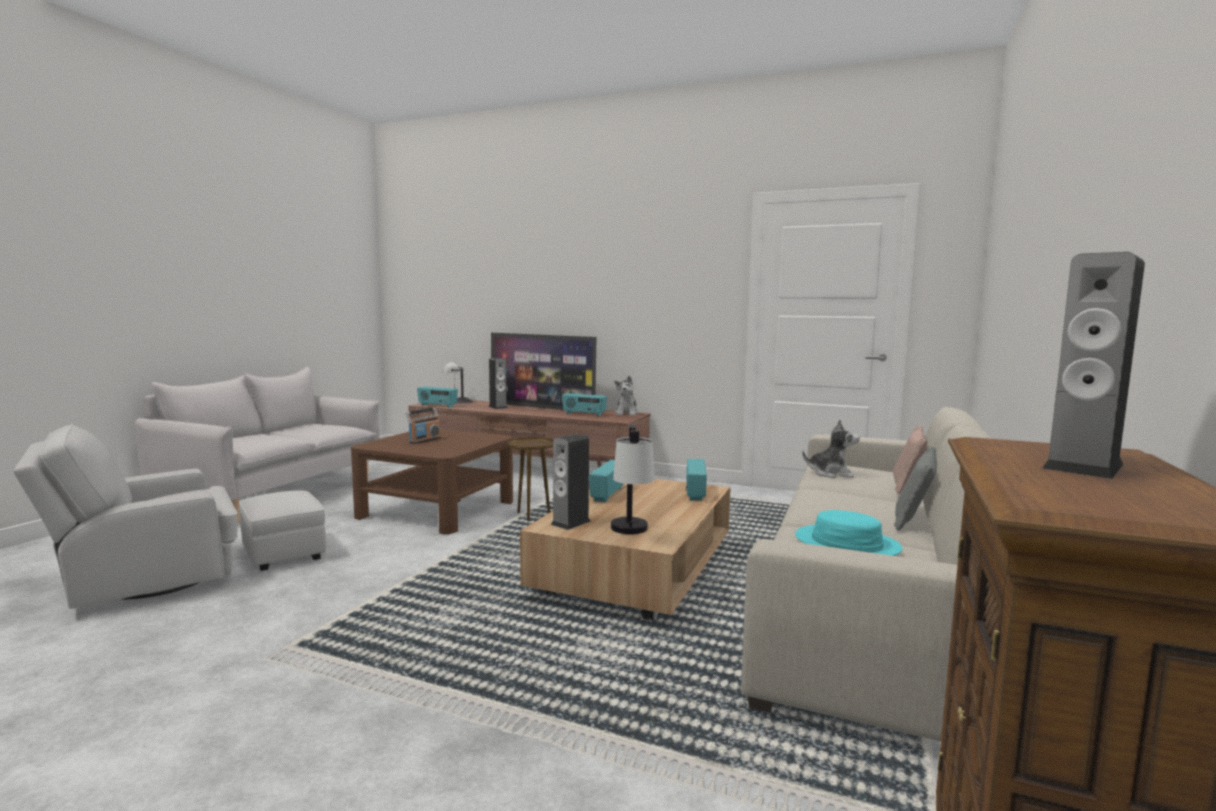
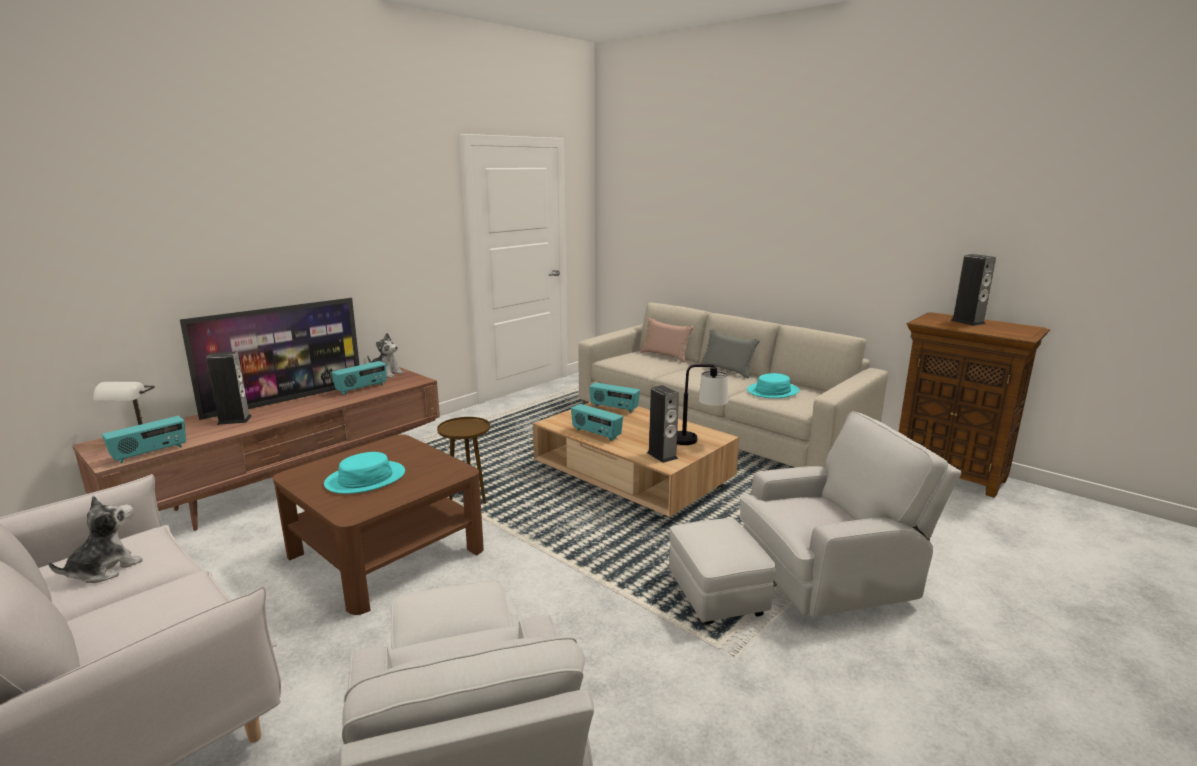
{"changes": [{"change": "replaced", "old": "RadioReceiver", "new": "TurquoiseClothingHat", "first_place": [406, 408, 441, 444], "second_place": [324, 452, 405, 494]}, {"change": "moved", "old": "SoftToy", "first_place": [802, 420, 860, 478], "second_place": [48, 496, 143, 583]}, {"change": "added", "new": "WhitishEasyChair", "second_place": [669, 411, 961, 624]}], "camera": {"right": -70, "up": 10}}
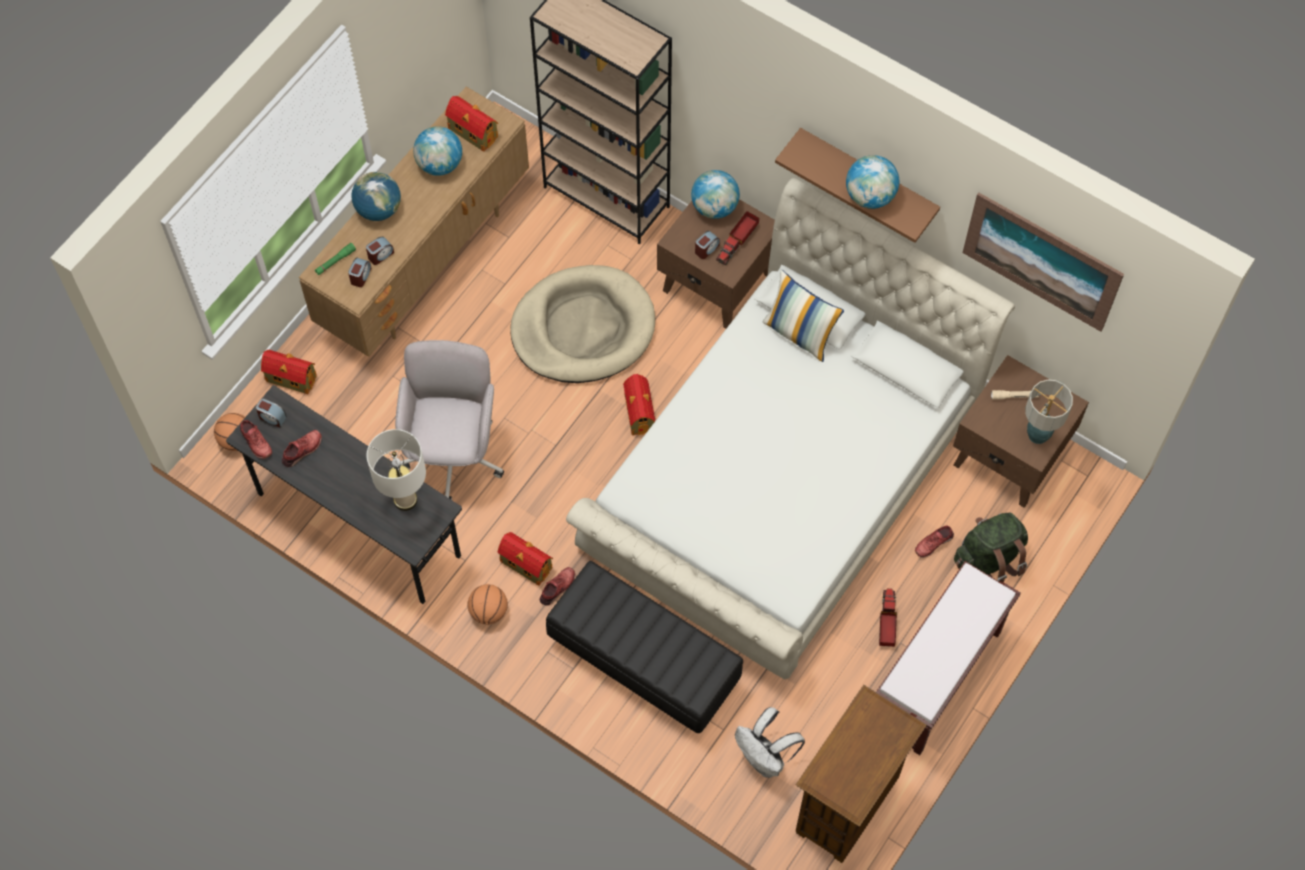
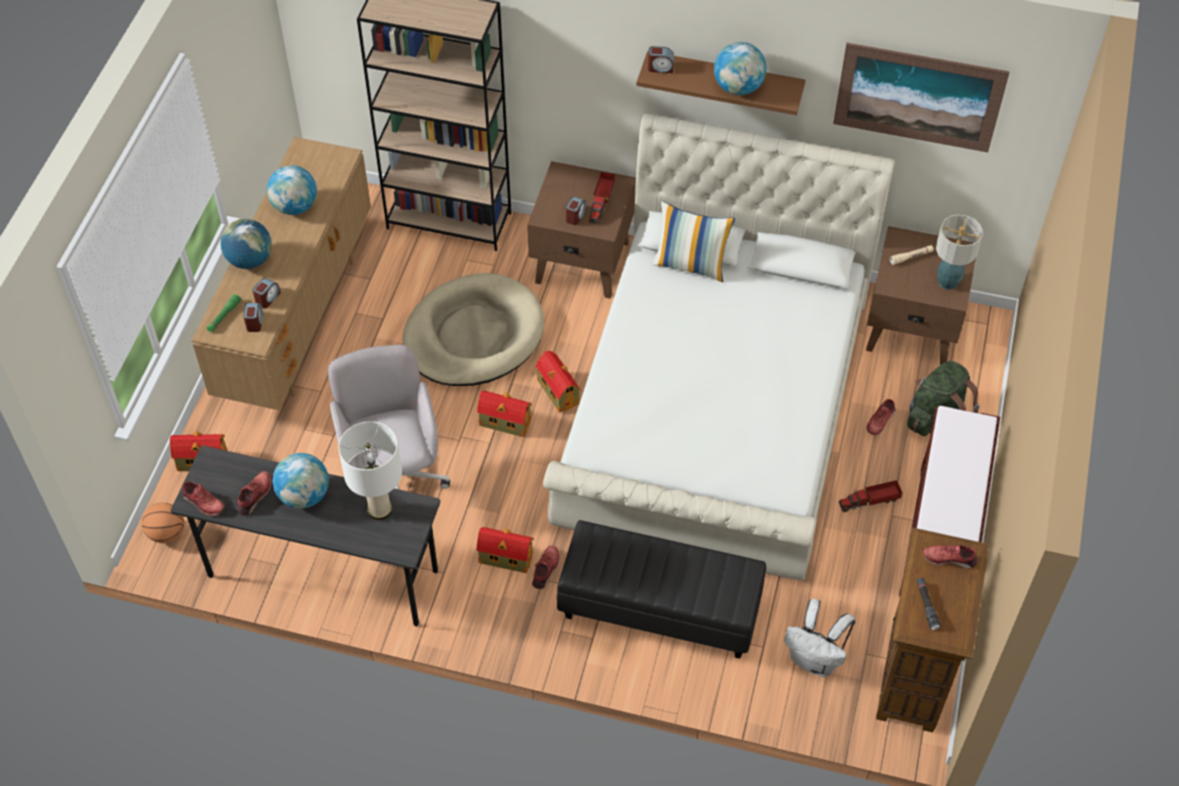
{"changes": [{"change": "moved", "old": "ToyHouse", "first_place": [445, 96, 498, 152], "second_place": [477, 390, 532, 437]}, {"change": "moved", "old": "WorldGlobe", "first_place": [691, 170, 740, 219], "second_place": [273, 453, 329, 509]}, {"change": "moved", "old": "TableClock", "first_place": [256, 398, 287, 427], "second_place": [648, 46, 674, 73]}, {"change": "removed", "old": "BallForBasketball", "first_place": [467, 584, 508, 625]}, {"change": "turned", "old": "ToyLorry", "first_place": [879, 588, 897, 647], "second_place": [839, 480, 902, 512], "degrees": -90}, {"change": "added", "new": "RedLowShoe", "second_place": [923, 545, 977, 568]}, {"change": "added", "new": "BlackishTorch", "second_place": [916, 578, 941, 630]}], "camera": {"right": -20, "up": -10}}
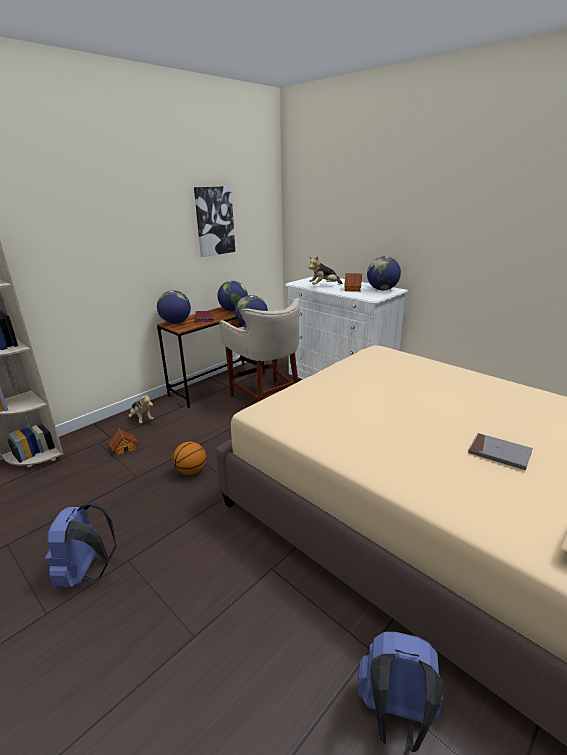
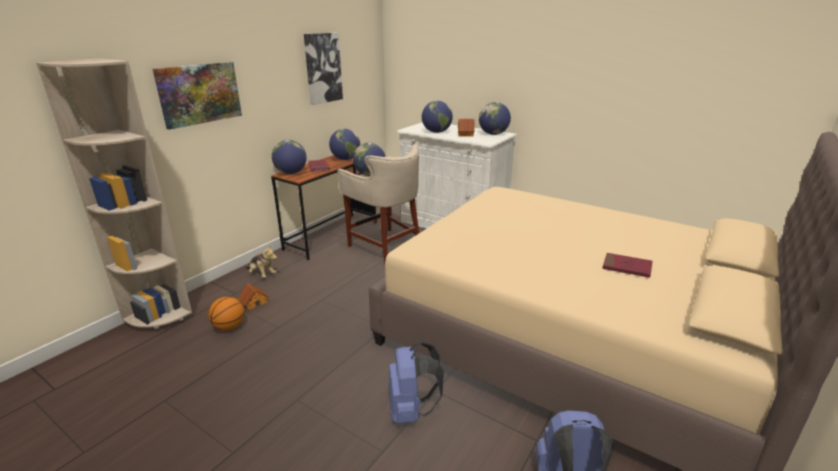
{"changes": [{"change": "replaced", "old": "SoftToy", "new": "WorldGlobe", "first_place": [309, 256, 343, 285], "second_place": [422, 101, 453, 133]}, {"change": "recoloured", "old": "GreyBook", "new": "RedBook", "first_place": [468, 433, 533, 470], "second_place": [603, 253, 653, 278]}, {"change": "moved", "old": "BallForBasketball", "first_place": [172, 442, 206, 475], "second_place": [208, 297, 245, 331]}, {"change": "moved", "old": "BlueKnapsack", "first_place": [45, 502, 116, 587], "second_place": [388, 341, 444, 423]}, {"change": "added", "new": "Picture", "second_place": [153, 62, 242, 130]}], "camera": {"right": -10, "up": 0}}
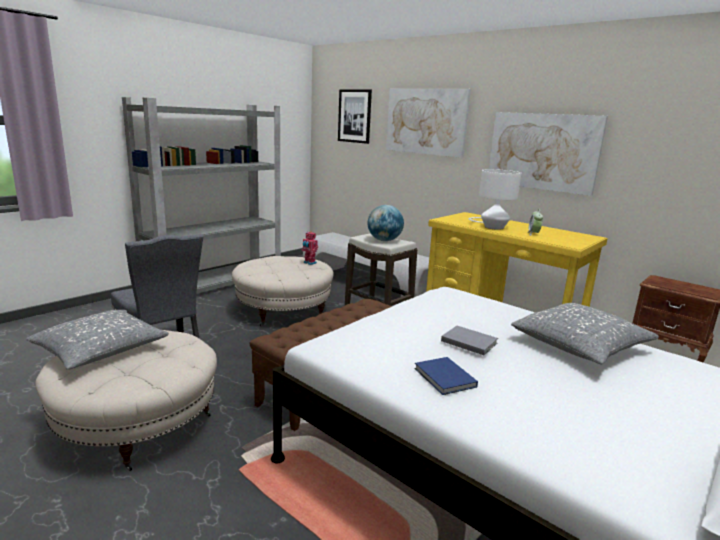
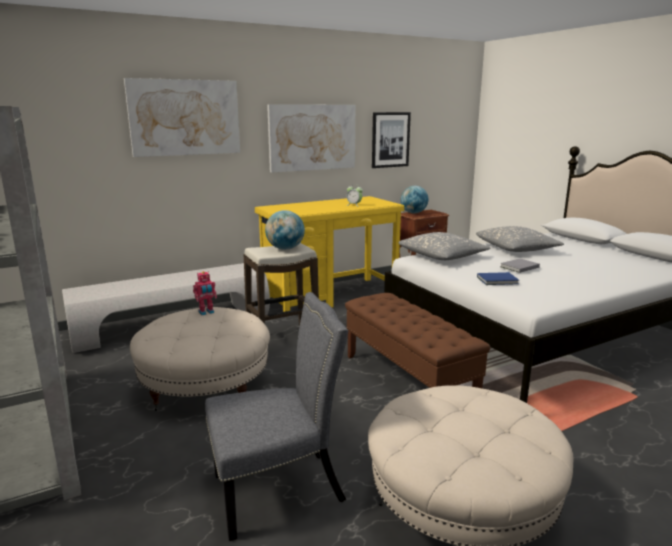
{"changes": [{"change": "moved", "old": "Picture", "first_place": [338, 89, 372, 144], "second_place": [372, 112, 411, 168]}, {"change": "removed", "old": "WhitishTabletopLamp", "first_place": [469, 169, 521, 230]}, {"change": "moved", "old": "GreyCushion", "first_place": [26, 310, 169, 370], "second_place": [399, 232, 491, 260]}, {"change": "moved", "old": "BlueBook", "first_place": [414, 357, 478, 395], "second_place": [477, 272, 519, 285]}, {"change": "added", "new": "WorldGlobe", "second_place": [401, 186, 428, 213]}], "camera": {"right": -70, "up": 0}}
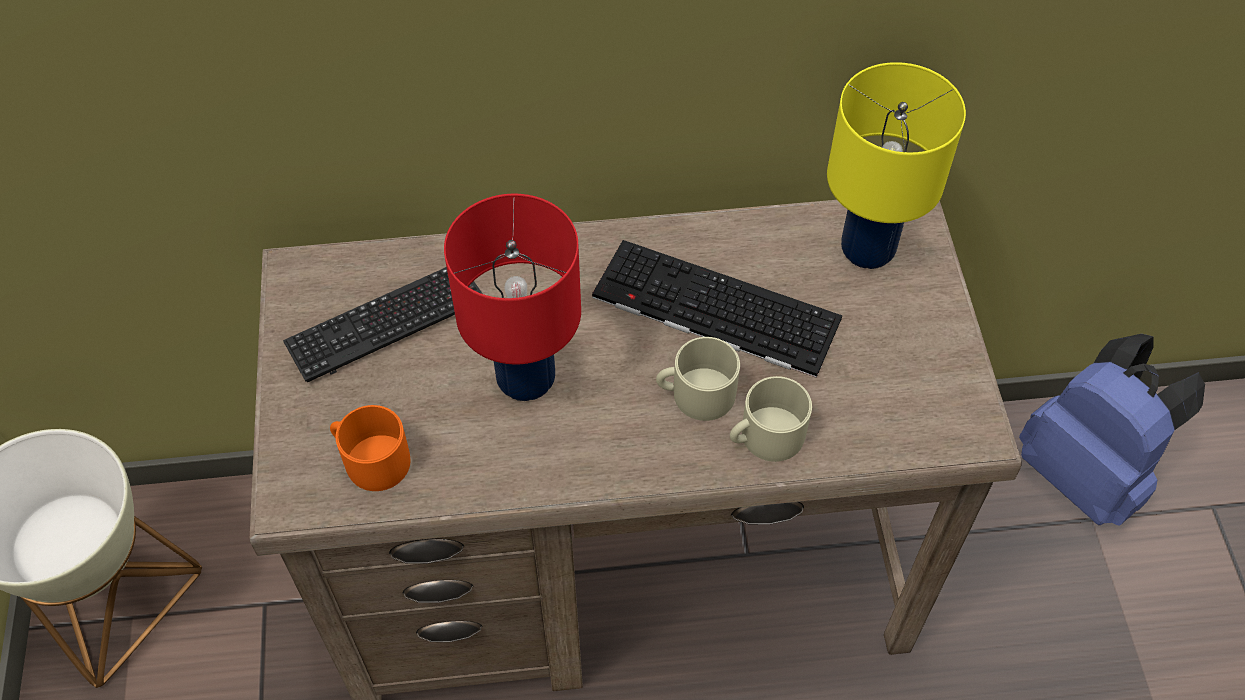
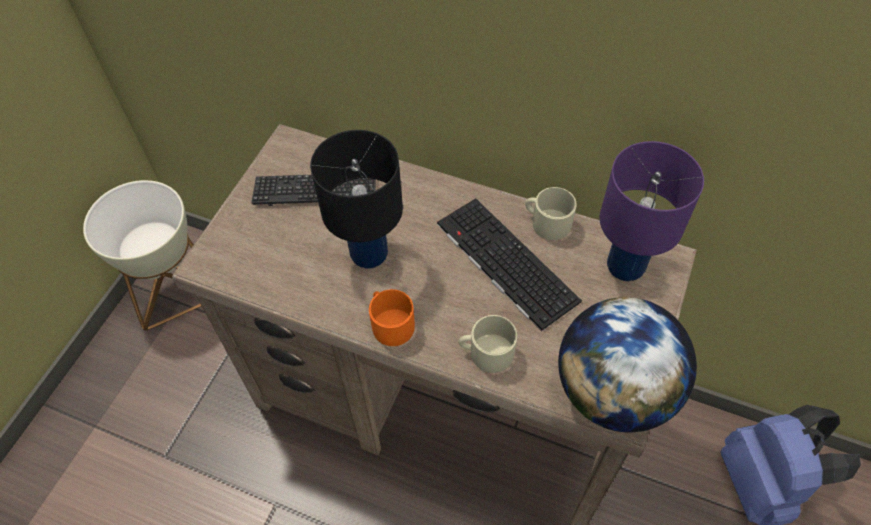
{"changes": [{"change": "recoloured", "old": "YellowTabletopLamp", "new": "PurpleTabletopLamp", "first_place": [827, 62, 966, 269], "second_place": [600, 141, 704, 281]}, {"change": "recoloured", "old": "RedTabletopLamp", "new": "BlackishTabletopLamp", "first_place": [444, 194, 581, 401], "second_place": [310, 130, 403, 269]}, {"change": "moved", "old": "BeigeColouredCoffeeMug", "first_place": [656, 337, 740, 421], "second_place": [525, 187, 577, 240]}, {"change": "moved", "old": "OrangeColouredCoffeeMug", "first_place": [330, 405, 410, 491], "second_place": [369, 289, 415, 346]}, {"change": "added", "new": "WorldGlobe", "second_place": [558, 297, 697, 432]}], "camera": {"right": 30, "up": 0}}
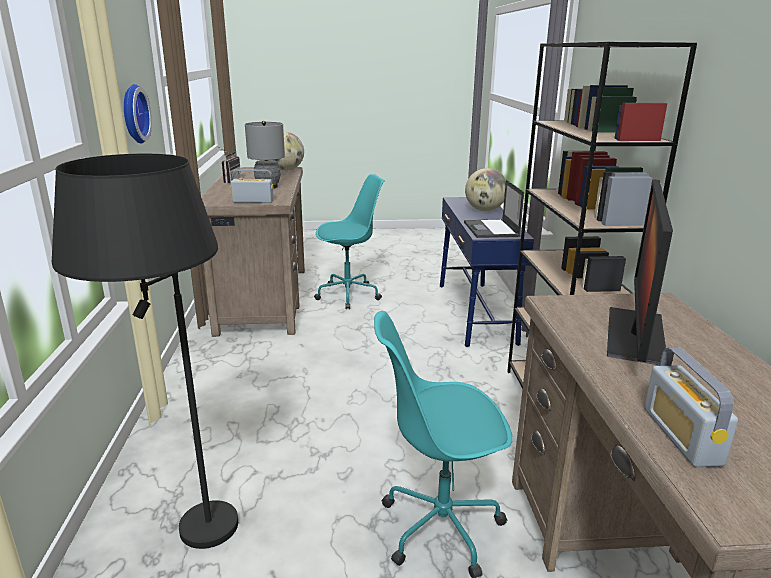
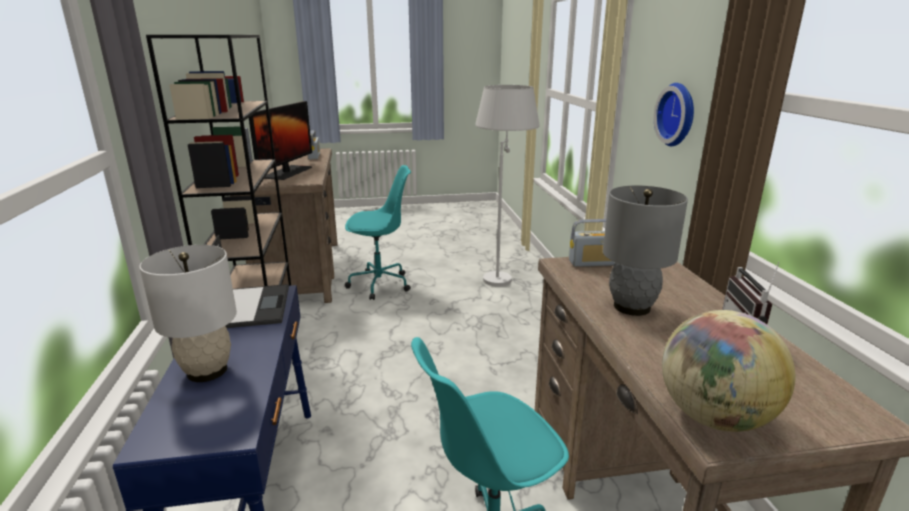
{"changes": [{"change": "recoloured", "old": "BlackishFloorLamp", "new": "WhitishFloorLamp", "first_place": [52, 154, 238, 549], "second_place": [475, 85, 539, 286]}, {"change": "replaced", "old": "WorldGlobe", "new": "WhitishTabletopLamp", "first_place": [465, 168, 506, 211], "second_place": [139, 245, 237, 382]}], "camera": {"right": 175, "up": 0}}
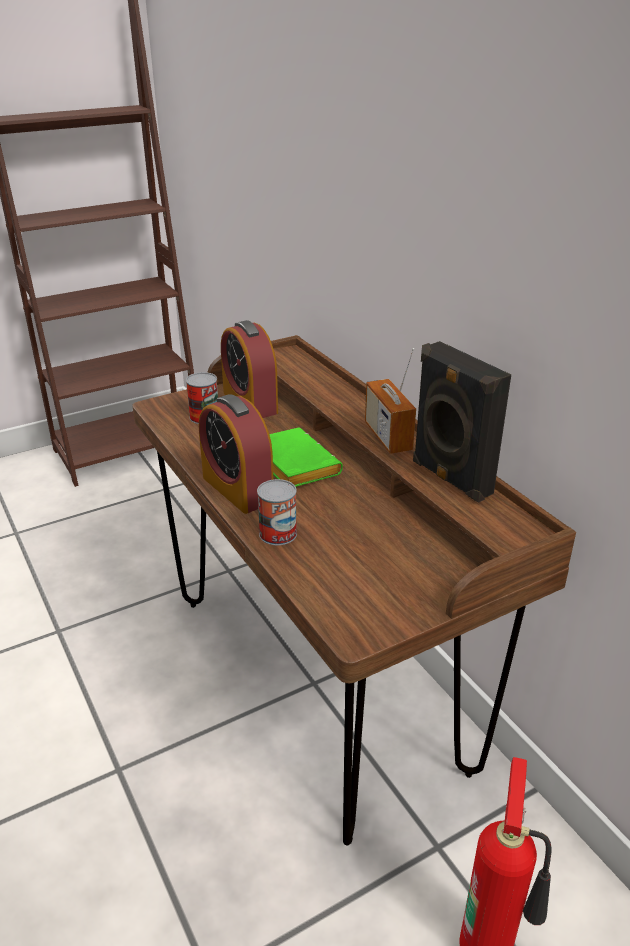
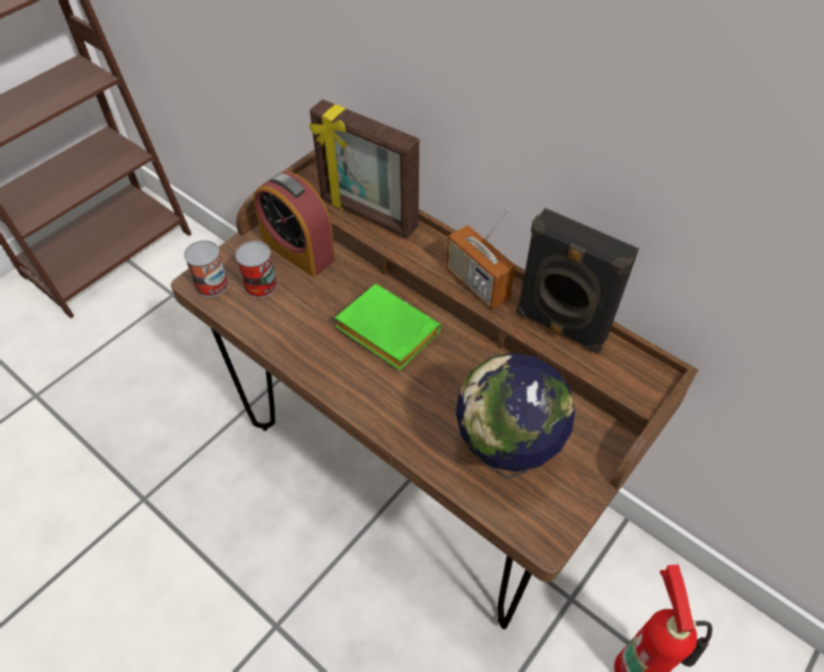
{"changes": [{"change": "removed", "old": "TableClock", "first_place": [199, 394, 273, 514]}, {"change": "moved", "old": "SealedCan", "first_place": [257, 479, 297, 546], "second_place": [184, 240, 229, 297]}, {"change": "added", "new": "PhotoFrame", "second_place": [309, 99, 419, 238]}, {"change": "added", "new": "WorldGlobe", "second_place": [456, 353, 575, 479]}], "camera": {"right": -20, "up": 20}}
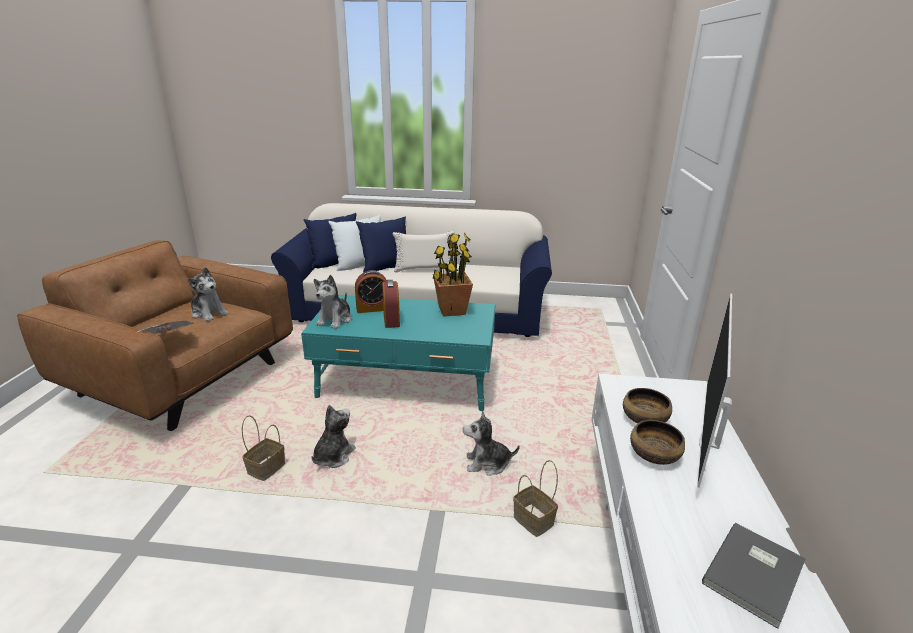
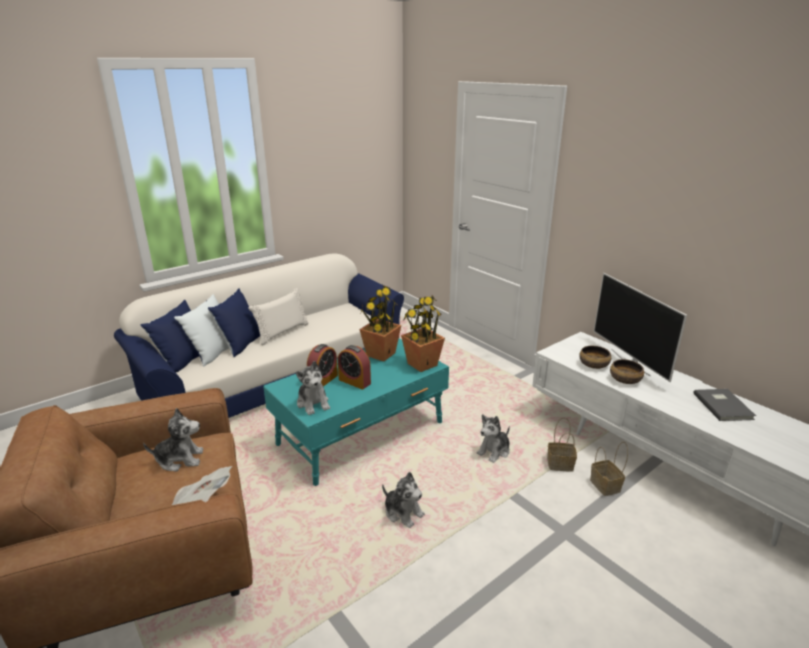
{"changes": [{"change": "turned", "old": "SoftToy", "first_place": [312, 405, 356, 468], "second_place": [382, 472, 425, 528], "degrees": 150}, {"change": "moved", "old": "HouseholdBasket", "first_place": [242, 415, 285, 481], "second_place": [590, 442, 628, 496]}, {"change": "added", "new": "Houseplant", "second_place": [401, 294, 445, 372]}], "camera": {"right": -45, "up": 0}}
